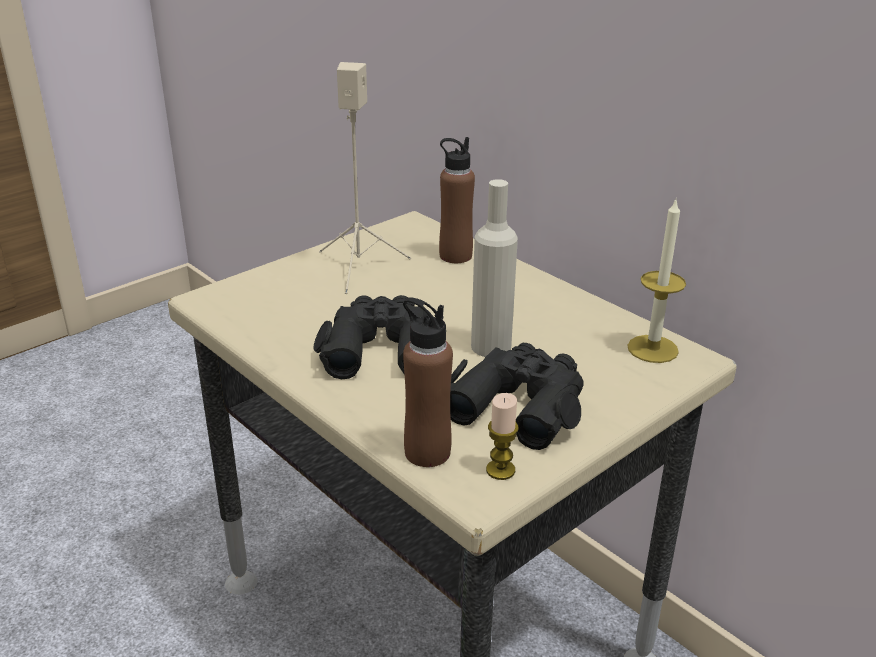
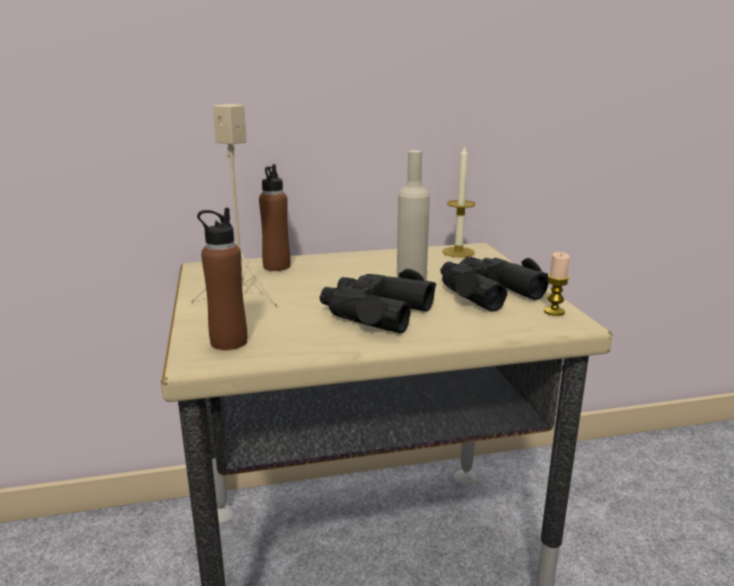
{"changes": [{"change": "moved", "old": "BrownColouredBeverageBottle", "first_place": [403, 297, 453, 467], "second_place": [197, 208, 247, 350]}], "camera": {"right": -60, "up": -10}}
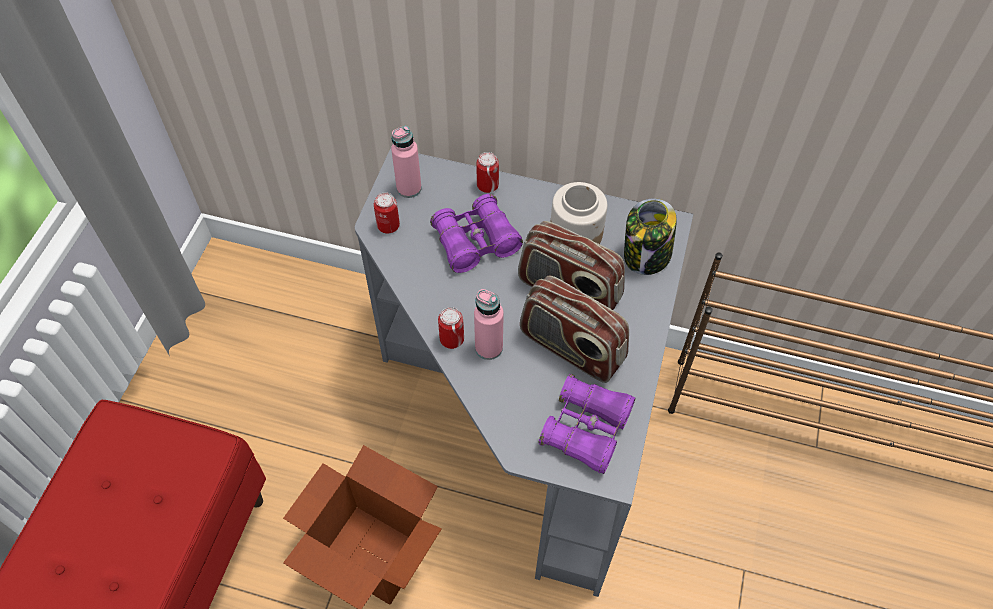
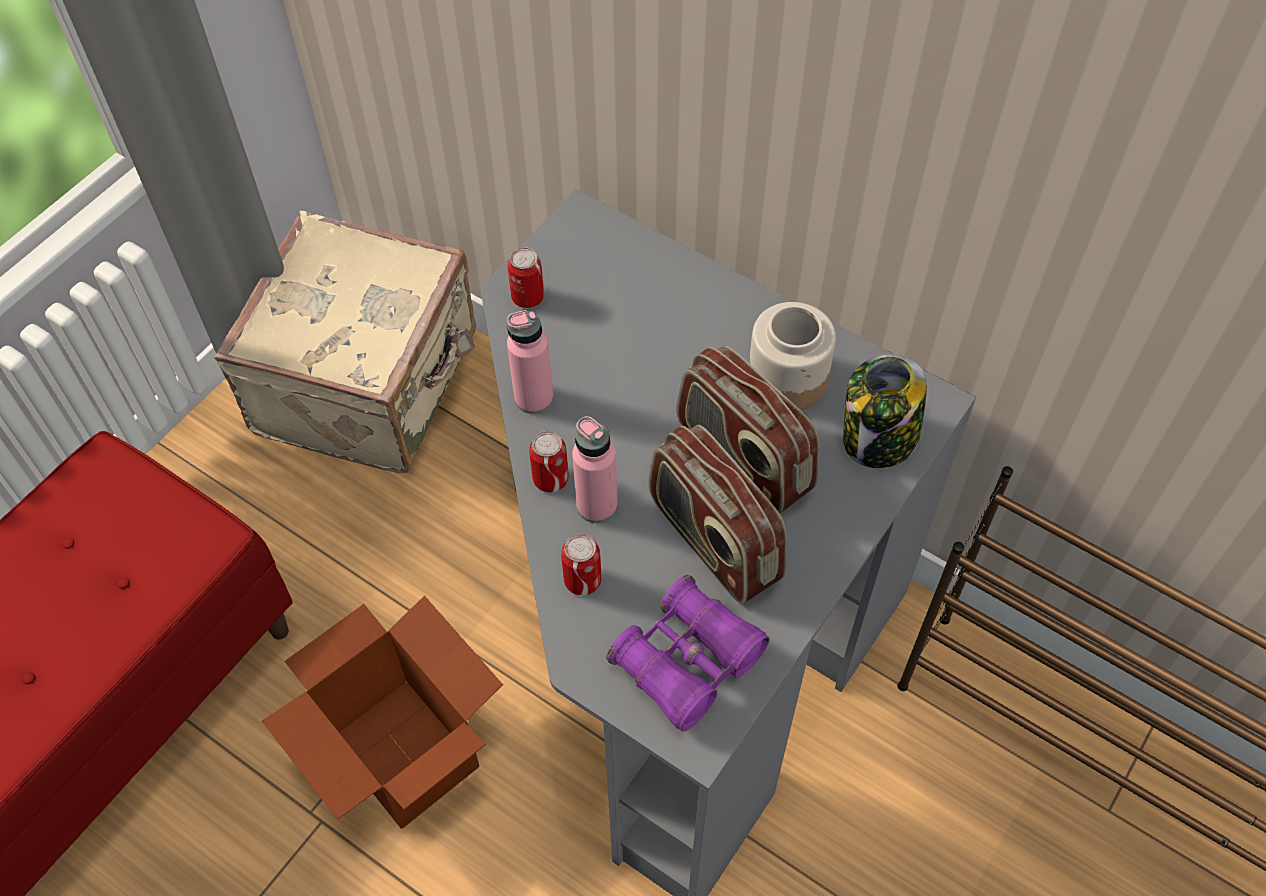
{"changes": [{"change": "moved", "old": "PinkBeverageBottle", "first_place": [391, 126, 421, 198], "second_place": [507, 310, 554, 414]}, {"change": "moved", "old": "SealedCan", "first_place": [477, 152, 499, 193], "second_place": [561, 534, 602, 595]}, {"change": "removed", "old": "PurplePairOfBinoculars", "first_place": [430, 194, 523, 273]}, {"change": "added", "new": "BeigeColouredPieceOfLuggage", "second_place": [214, 211, 476, 473]}], "camera": {"right": 20, "up": 0}}
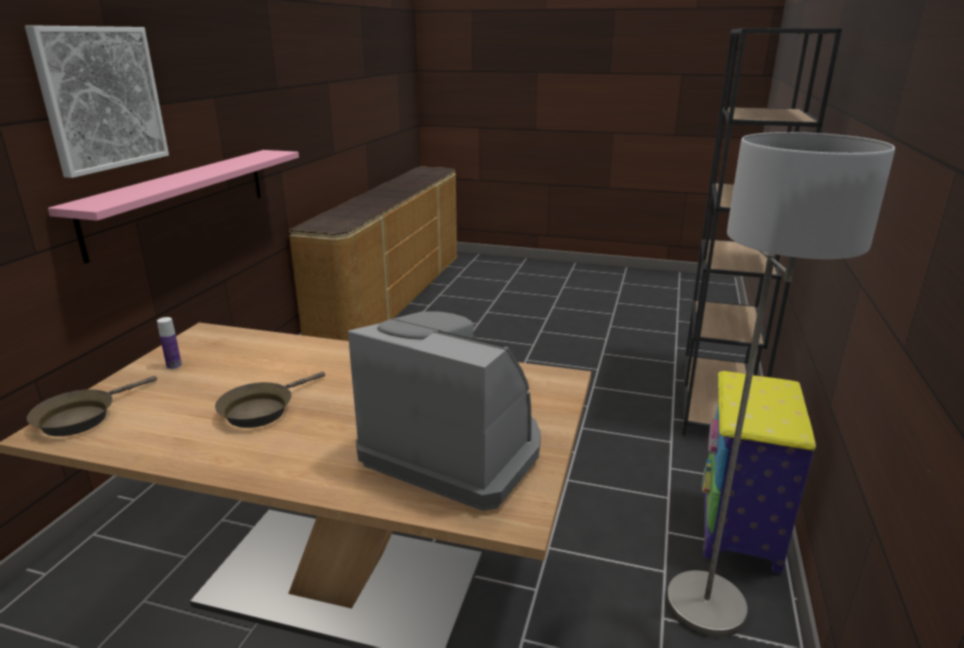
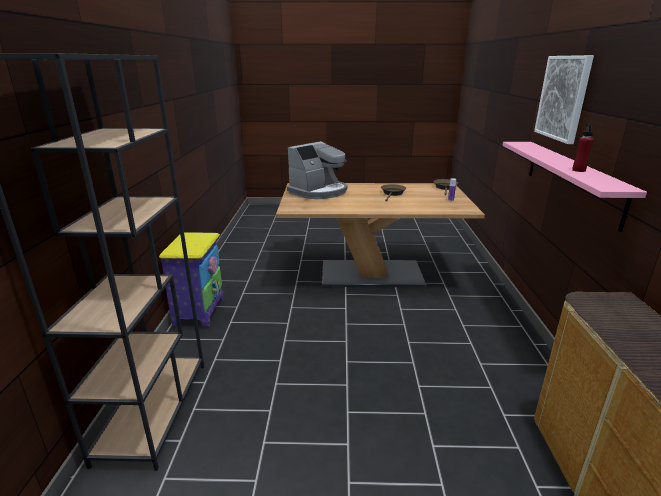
{"changes": [{"change": "removed", "old": "GreyFloorLamp", "first_place": [666, 132, 895, 638]}, {"change": "turned", "old": "CoffeeMaker", "first_place": [348, 311, 541, 511], "second_place": [287, 141, 347, 199], "degrees": -60}, {"change": "added", "new": "RedBeverageBottle", "second_place": [572, 124, 593, 172]}], "camera": {"right": 165, "up": 0}}
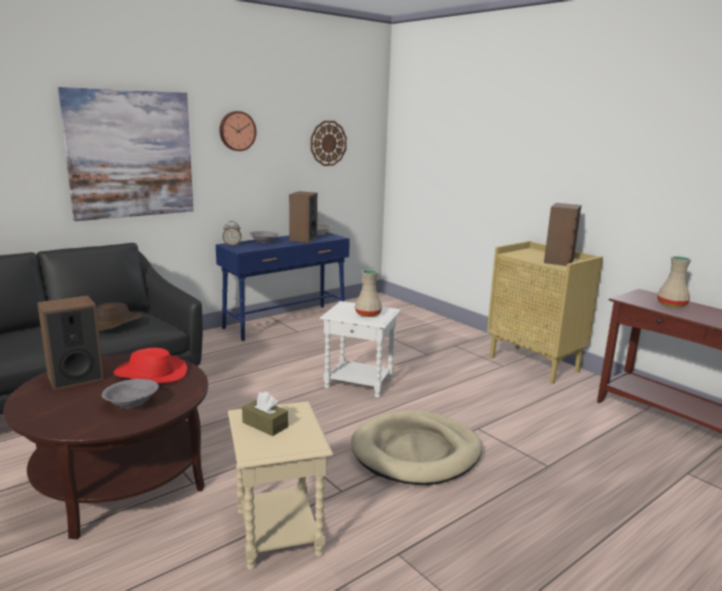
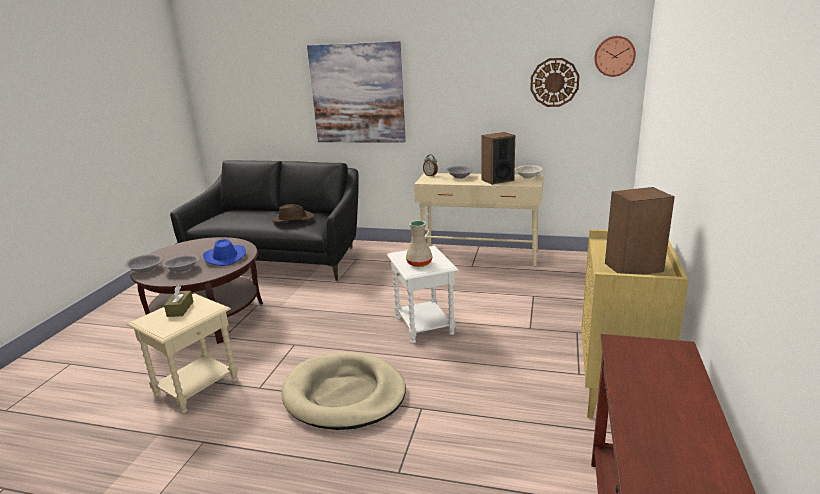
{"changes": [{"change": "moved", "old": "HangingClock", "first_place": [219, 111, 257, 151], "second_place": [594, 36, 636, 77]}, {"change": "recoloured", "old": "BlueNarrowTable", "new": "BeigeColouredNarrowTable", "first_place": [216, 232, 350, 341], "second_place": [414, 173, 544, 267]}, {"change": "removed", "old": "BeigeColouredFlowerVase", "first_place": [657, 256, 691, 307]}, {"change": "removed", "old": "Loudspeaker", "first_place": [37, 295, 104, 391]}, {"change": "recoloured", "old": "RedClothingHat", "new": "BlueClothingHat", "first_place": [113, 348, 187, 383], "second_place": [203, 239, 246, 266]}, {"change": "added", "new": "GreyServingBowl", "second_place": [125, 254, 162, 273]}], "camera": {"right": 55, "up": 5}}
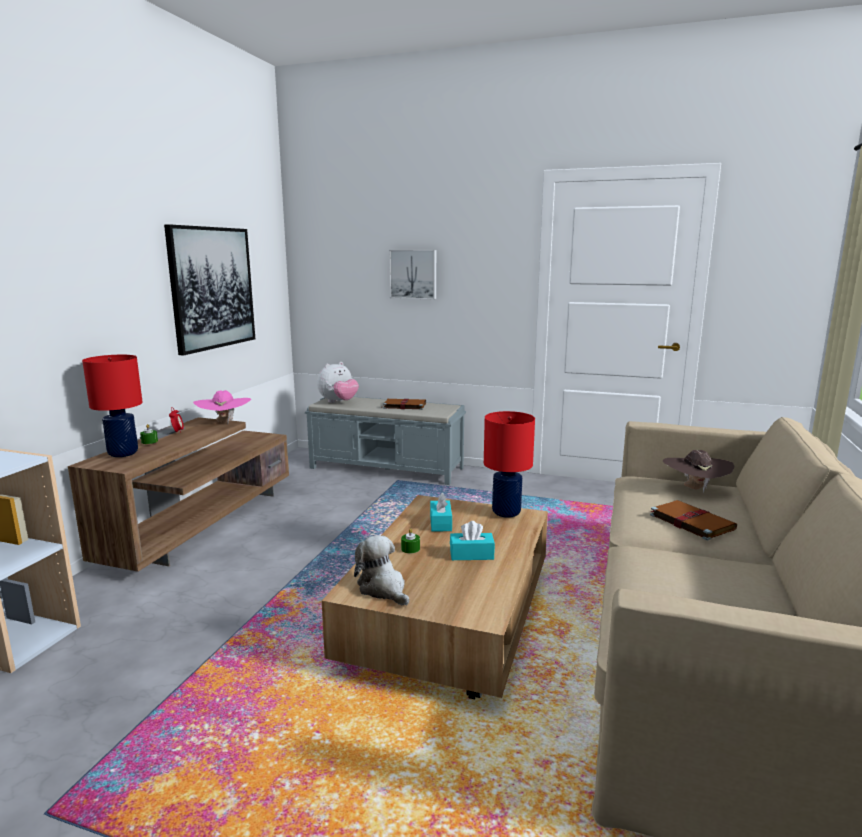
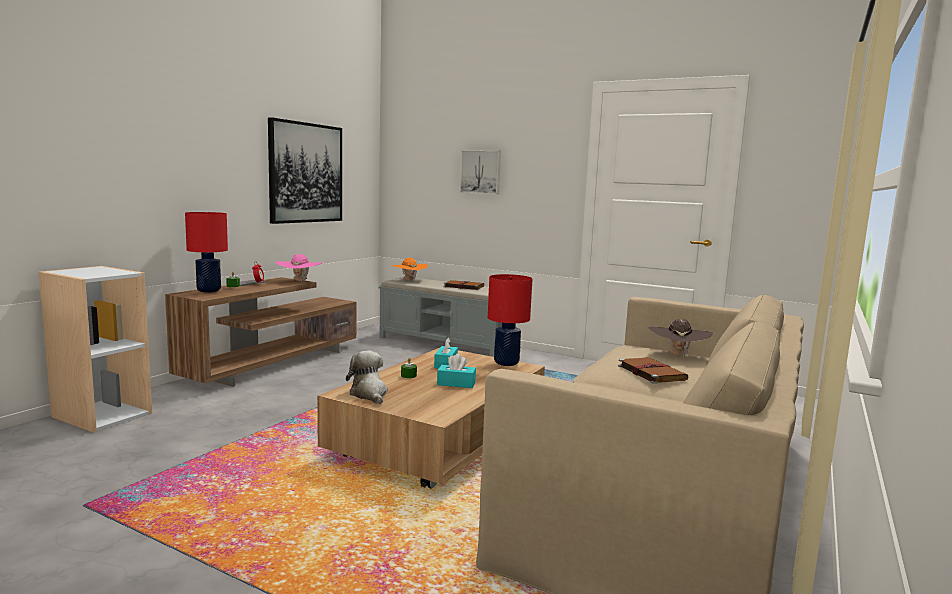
{"changes": [{"change": "replaced", "old": "SoftToy", "new": "OrangeColouredClothingHat", "first_place": [317, 362, 359, 403], "second_place": [391, 258, 428, 281]}], "camera": {"right": 10, "up": -5}}
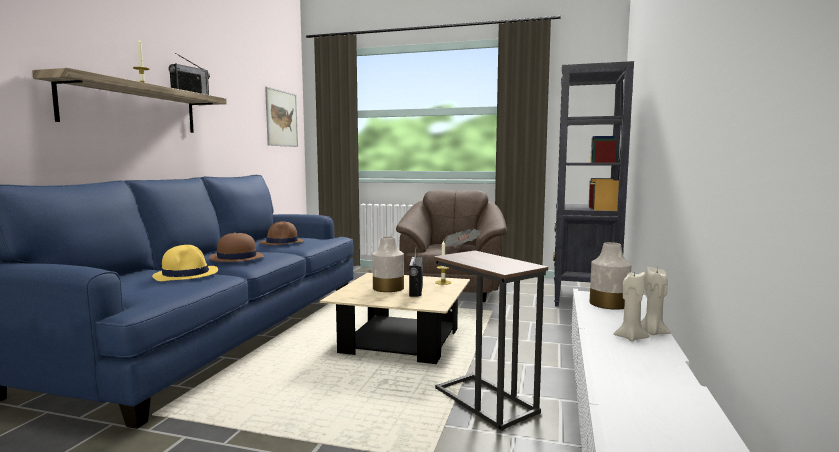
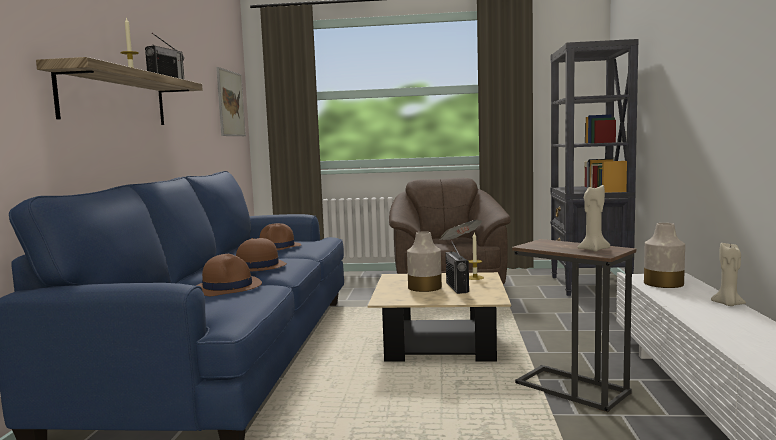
{"changes": [{"change": "recoloured", "old": "YellowClothingHat", "new": "BrownColouredClothingHat", "first_place": [152, 245, 218, 281], "second_place": [196, 254, 262, 296]}, {"change": "moved", "old": "BeigeColouredCandle", "first_place": [613, 270, 649, 342], "second_place": [578, 185, 610, 252]}], "camera": {"right": -10, "up": 0}}
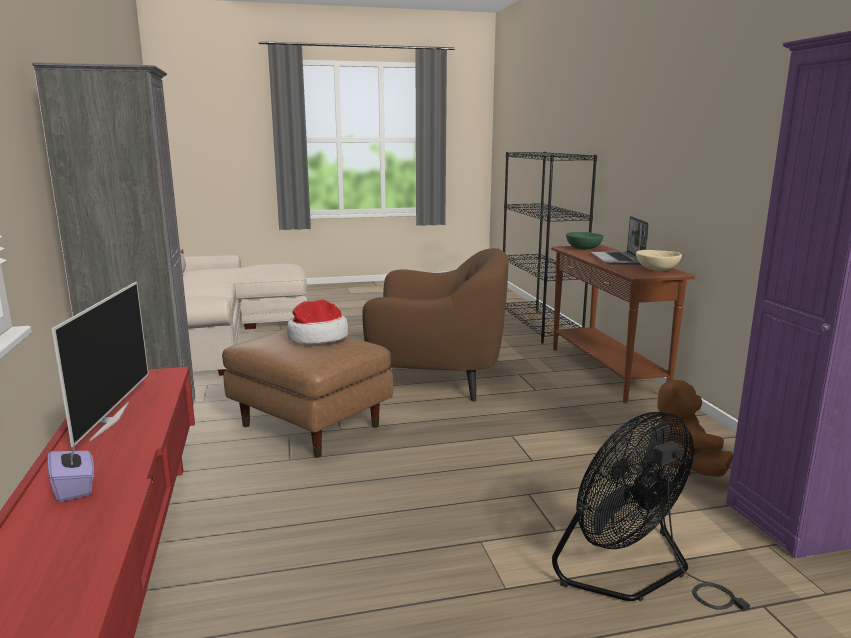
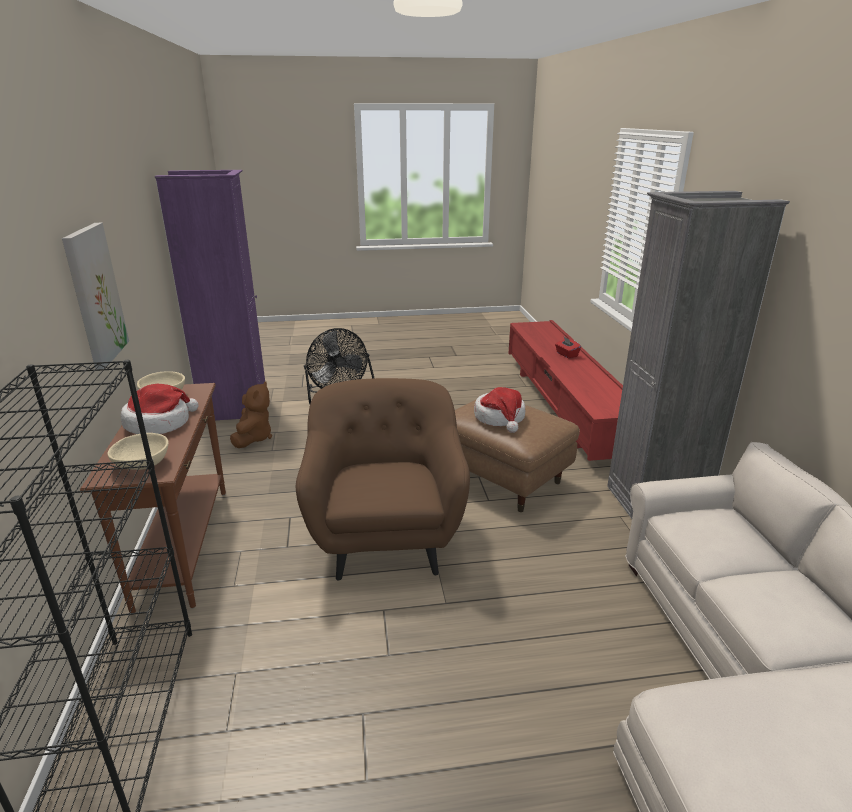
{"changes": [{"change": "replaced", "old": "NotebookComputer", "new": "ClothingHat", "first_place": [590, 216, 649, 265], "second_place": [121, 384, 199, 434]}, {"change": "recoloured", "old": "GreenServingBowl", "new": "BeigeColouredServingBowl", "first_place": [566, 232, 604, 250], "second_place": [107, 433, 169, 470]}, {"change": "turned", "old": "BrownColouredEasyChair", "first_place": [362, 248, 509, 401], "second_place": [296, 378, 470, 580], "degrees": 75}, {"change": "removed", "old": "Tv", "first_place": [52, 282, 149, 447]}, {"change": "recoloured", "old": "PurpleTissueBox", "new": "RedTissueBox", "first_place": [47, 443, 94, 502], "second_place": [555, 337, 581, 358]}, {"change": "added", "new": "Picture", "second_place": [62, 223, 129, 369]}], "camera": {"right": -175, "up": 10}}
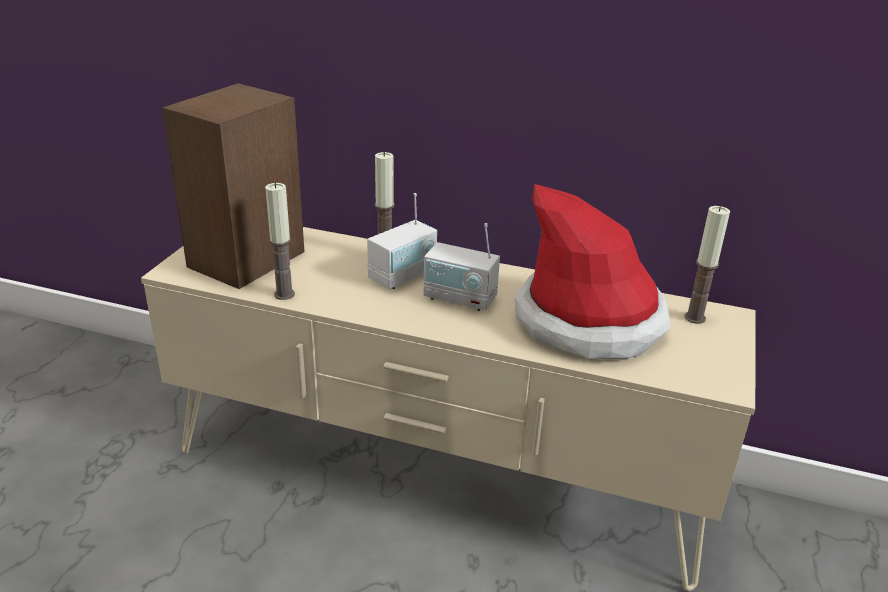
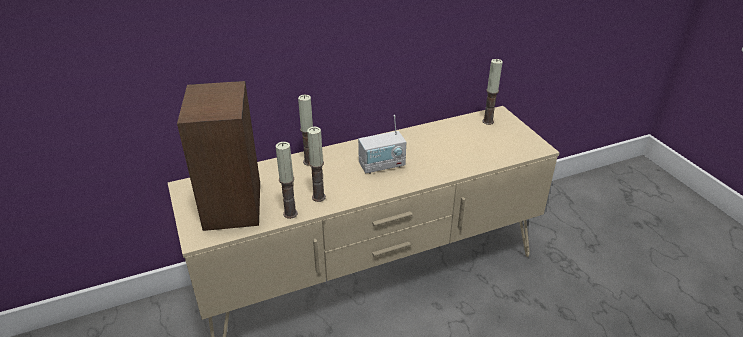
{"changes": [{"change": "removed", "old": "ClothingHat", "first_place": [515, 184, 671, 359]}, {"change": "removed", "old": "RadioReceiver", "first_place": [367, 193, 437, 289]}, {"change": "added", "new": "Candle", "second_place": [307, 127, 326, 202]}], "camera": {"right": -40, "up": 5}}
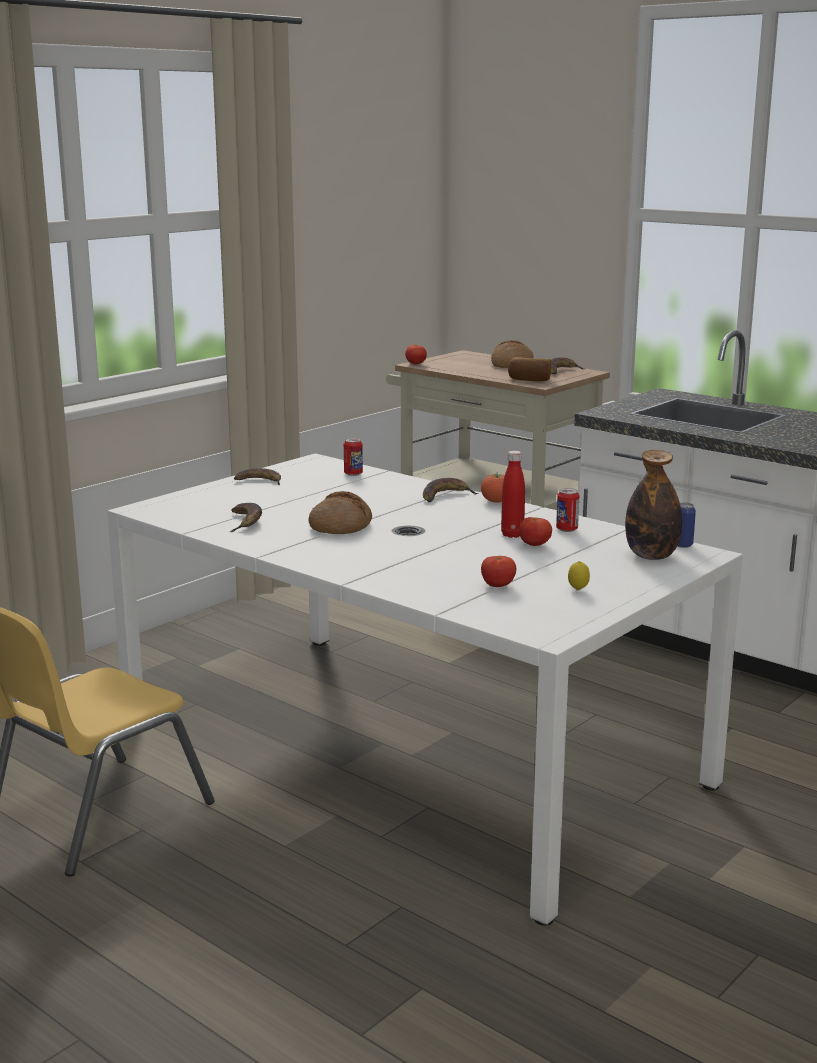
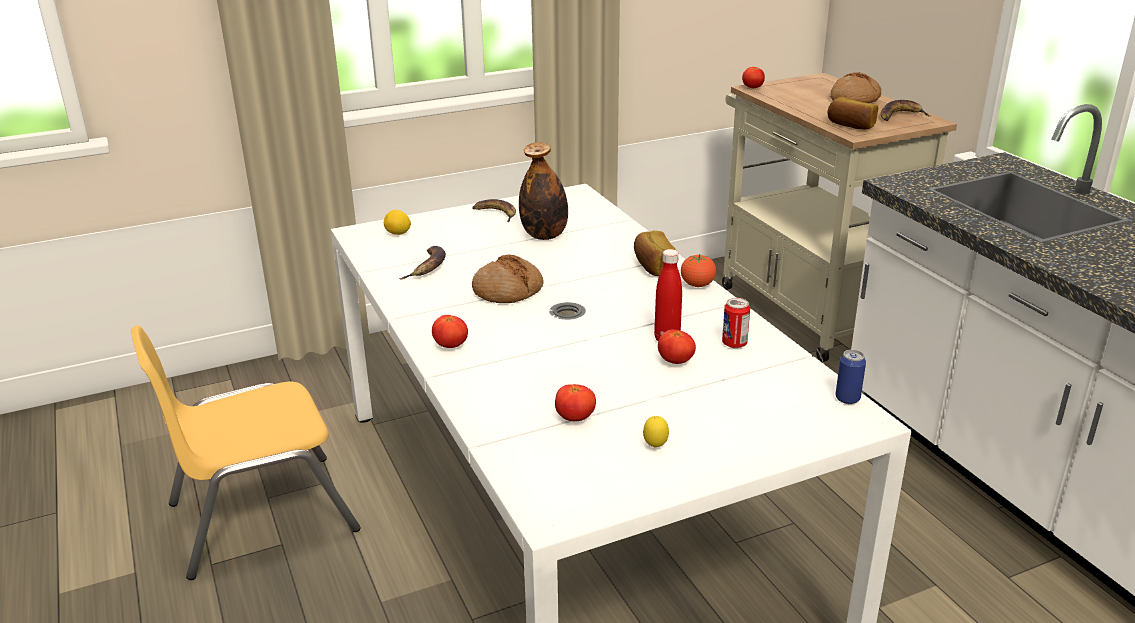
{"changes": [{"change": "removed", "old": "SealedCan", "first_place": [344, 438, 363, 476]}, {"change": "moved", "old": "BeverageBottle", "first_place": [625, 450, 682, 560], "second_place": [519, 142, 568, 240]}, {"change": "replaced", "old": "Banana", "new": "BakeryBread", "first_place": [423, 478, 479, 502], "second_place": [634, 231, 677, 276]}, {"change": "added", "new": "Lemon", "second_place": [384, 210, 411, 235]}, {"change": "added", "new": "WholeTomato", "second_place": [432, 315, 468, 348]}], "camera": {"right": 25, "up": 10}}
